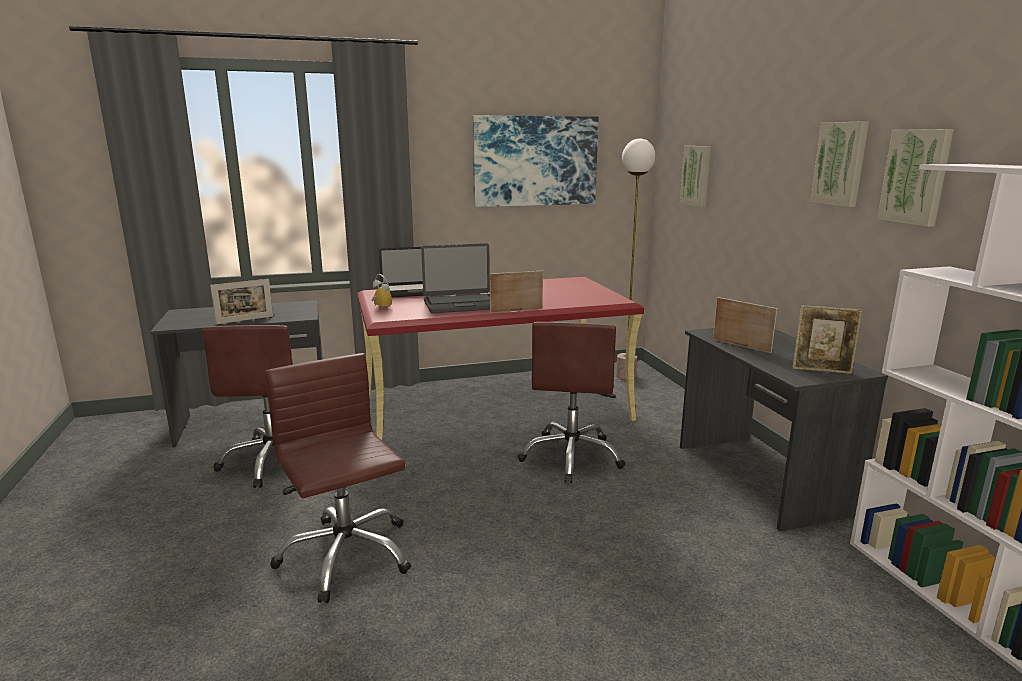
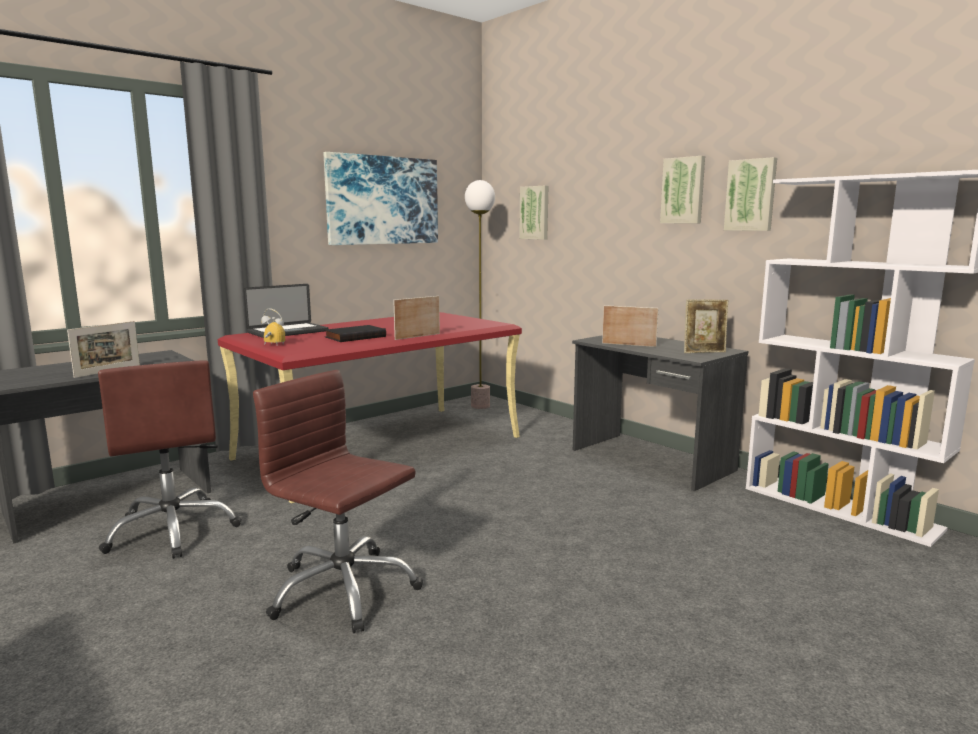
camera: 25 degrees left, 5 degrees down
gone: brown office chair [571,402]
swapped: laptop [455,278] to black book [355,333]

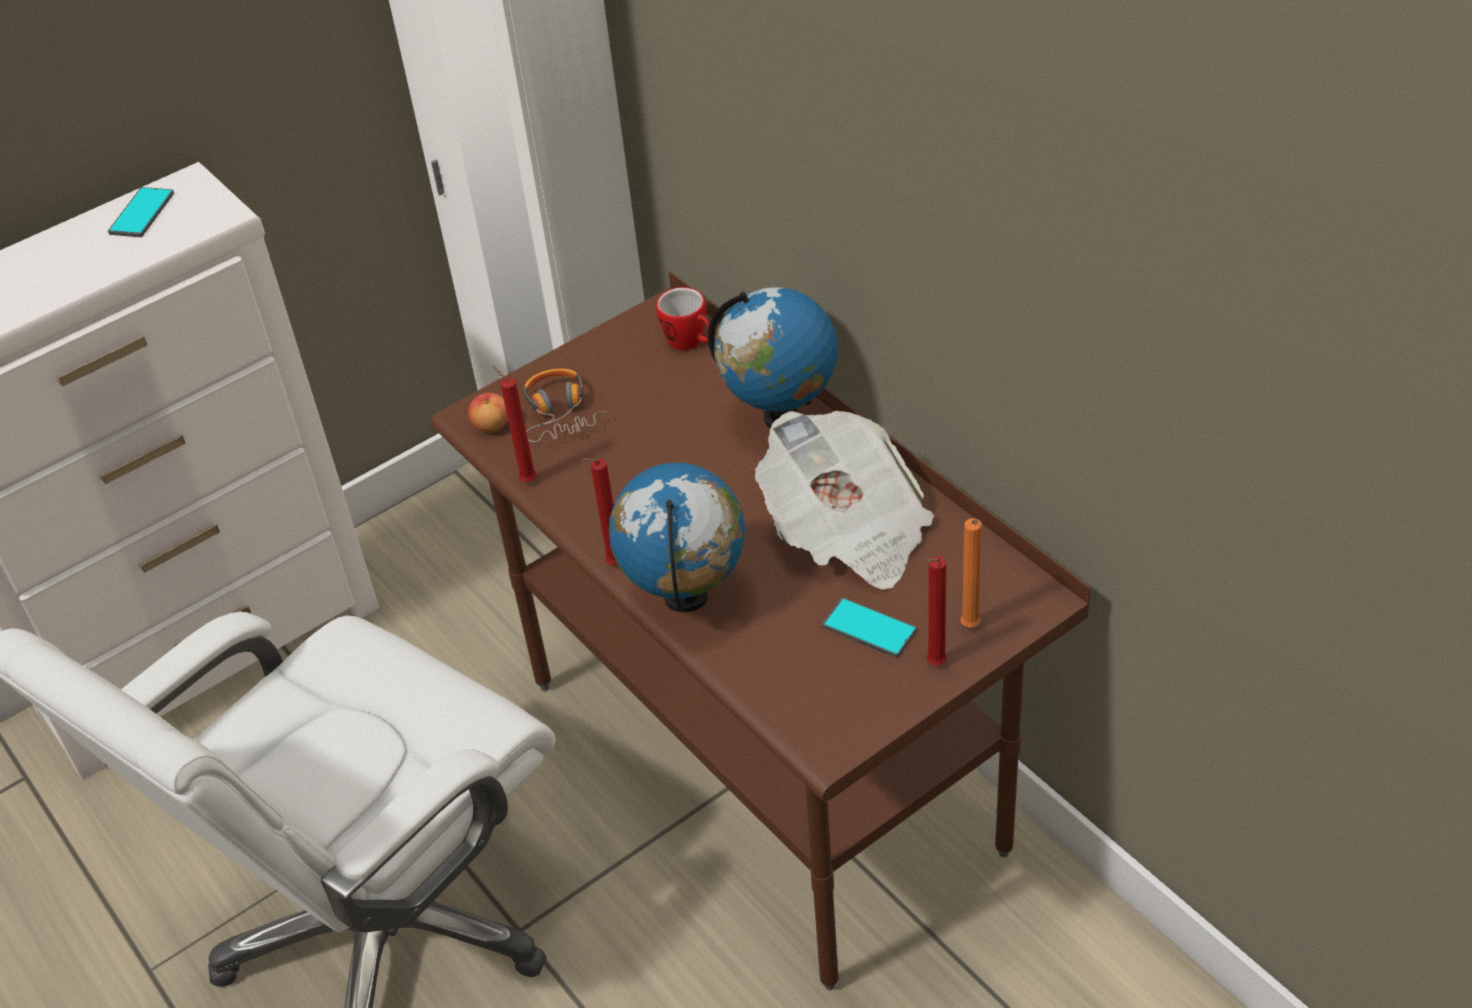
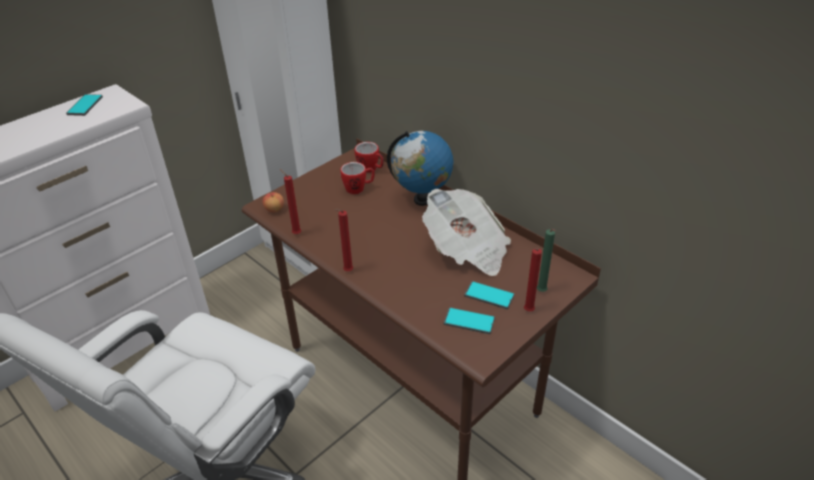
camera: 10 degrees left, 5 degrees down
gone: headphones [565,405]; globe [677,537]
new: mug [357,178]; phone [469,320]
repainted: orange candle [971,573] to green candle [546,260]

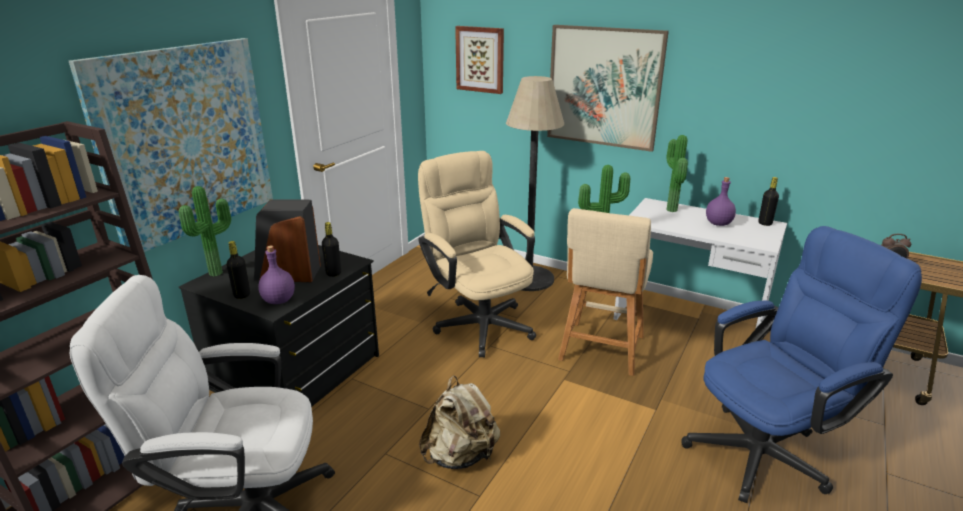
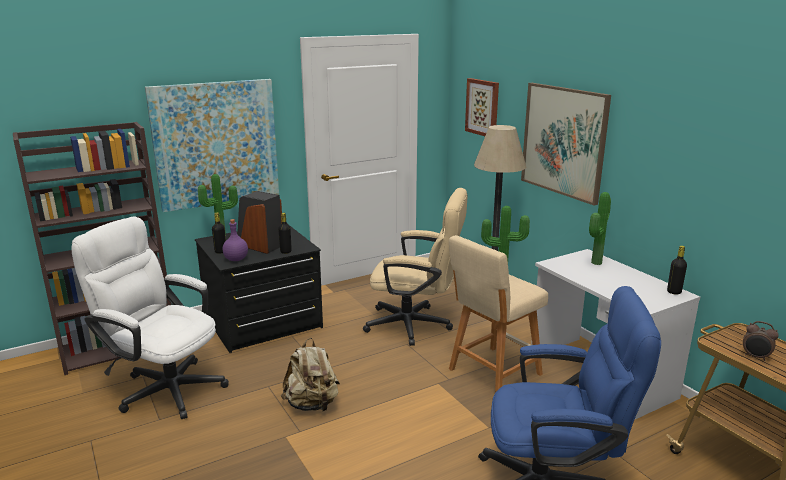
camera: 30 degrees right, 5 degrees down
gone: purple bottle [721,201]
rotated: beige office chair [477,254] = [415,267] 105 degrees clockwise

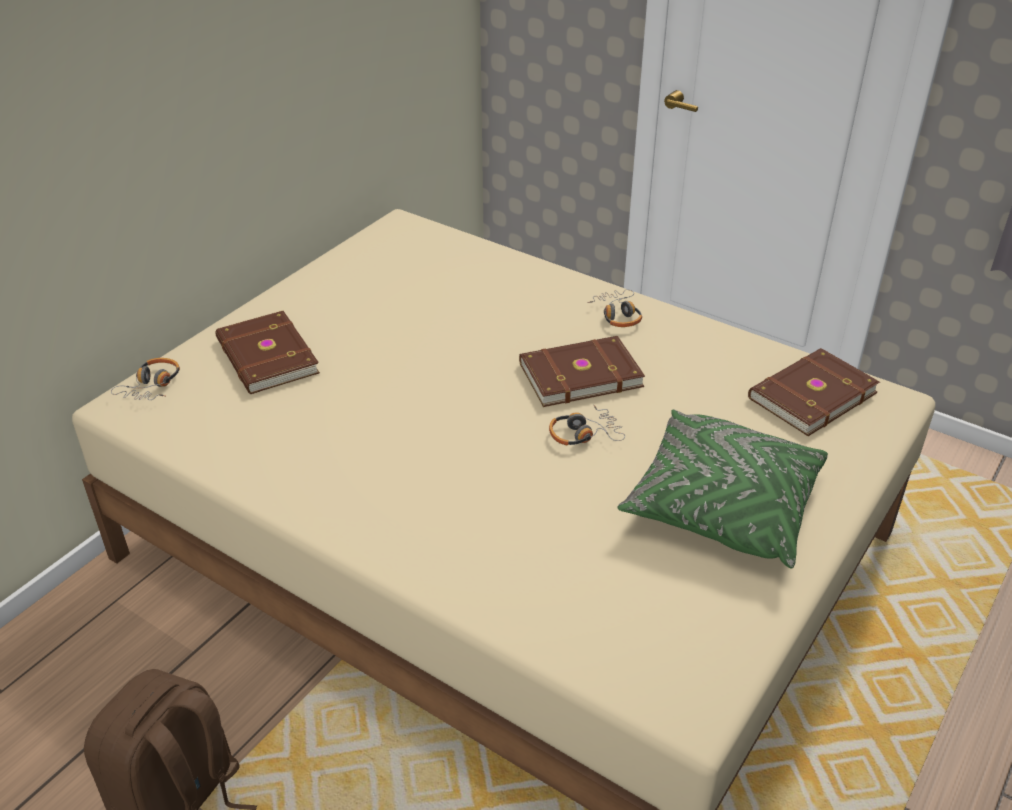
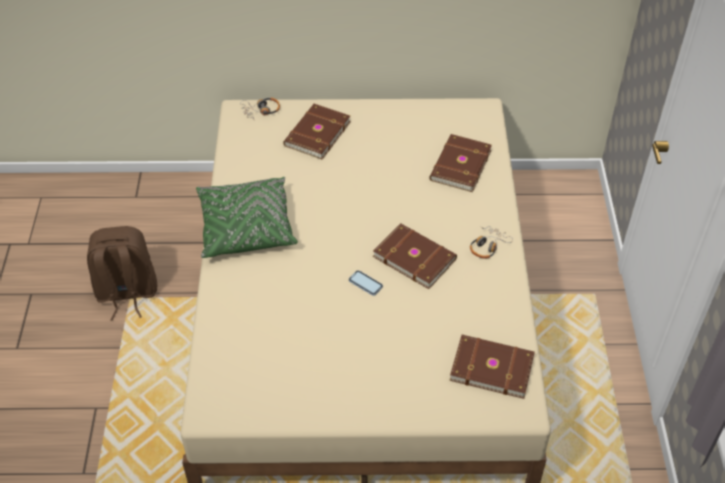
camera: 55 degrees right, 10 degrees up
new: brown book [460,163]
shifted: green pillow [723,488] to [247,217]
swapped: headphones [587,425] to phone [366,283]

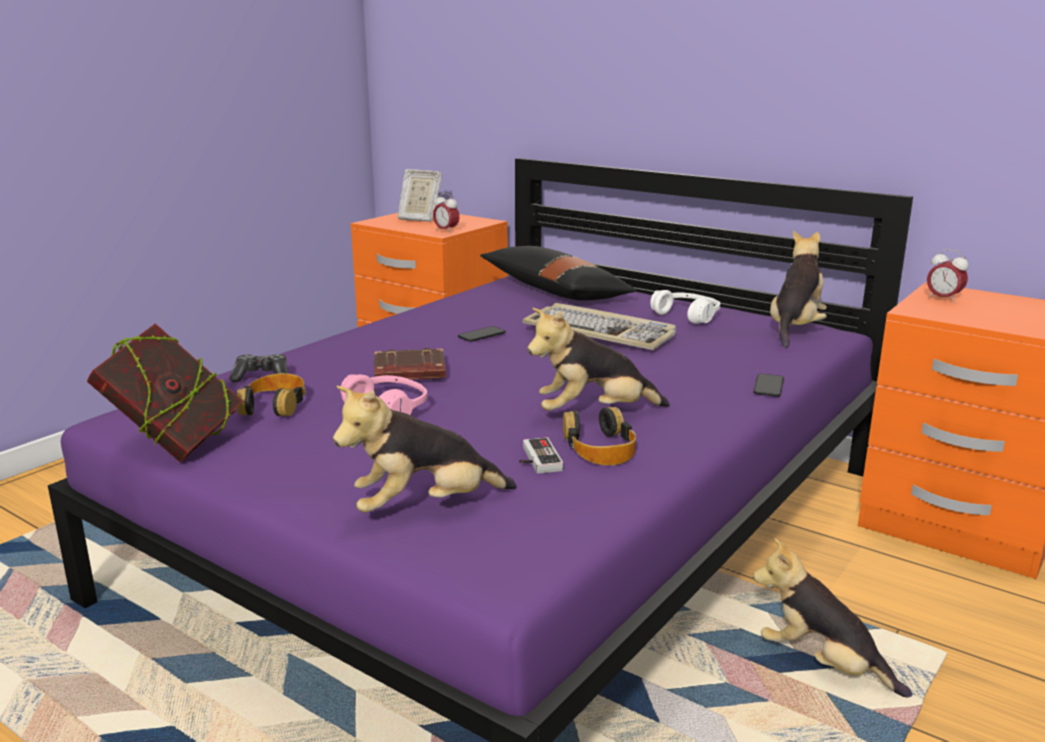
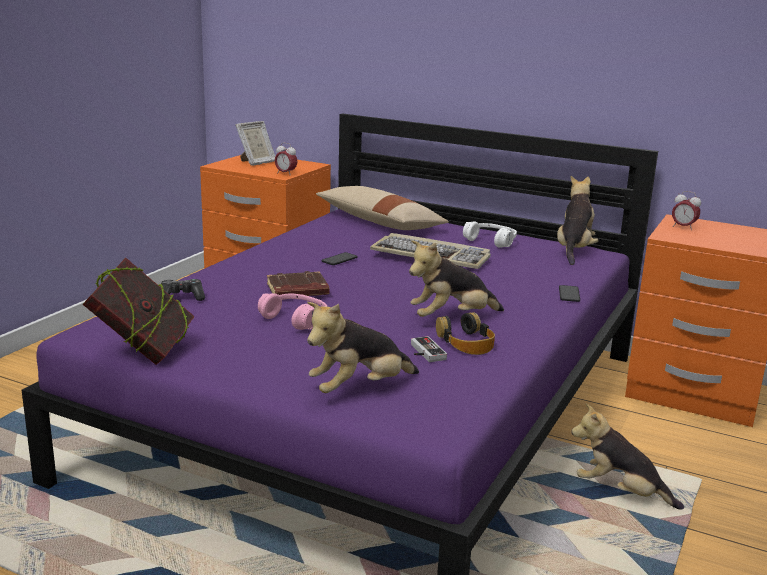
camera: 10 degrees left, 0 degrees up
gone: headphones [271,394]
repainted: black pillow [558,273] to beige pillow [382,208]
rotated: picture frame [420,195] = [255,143] 60 degrees counterclockwise

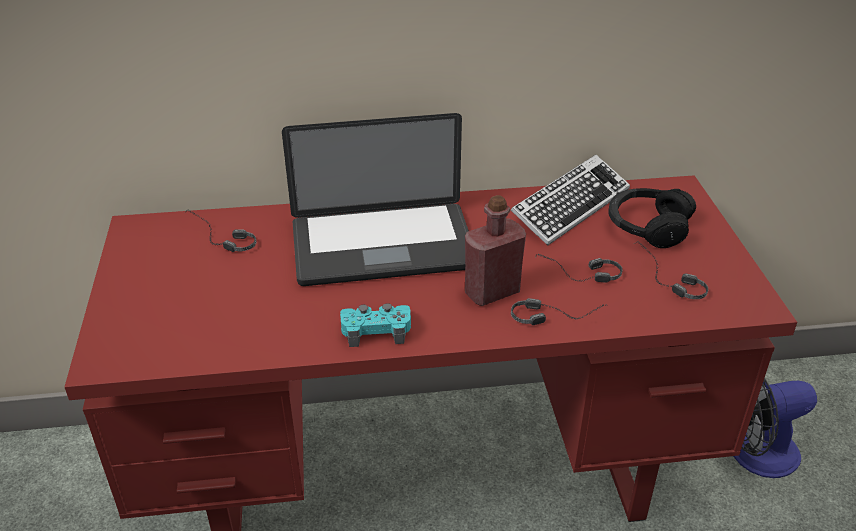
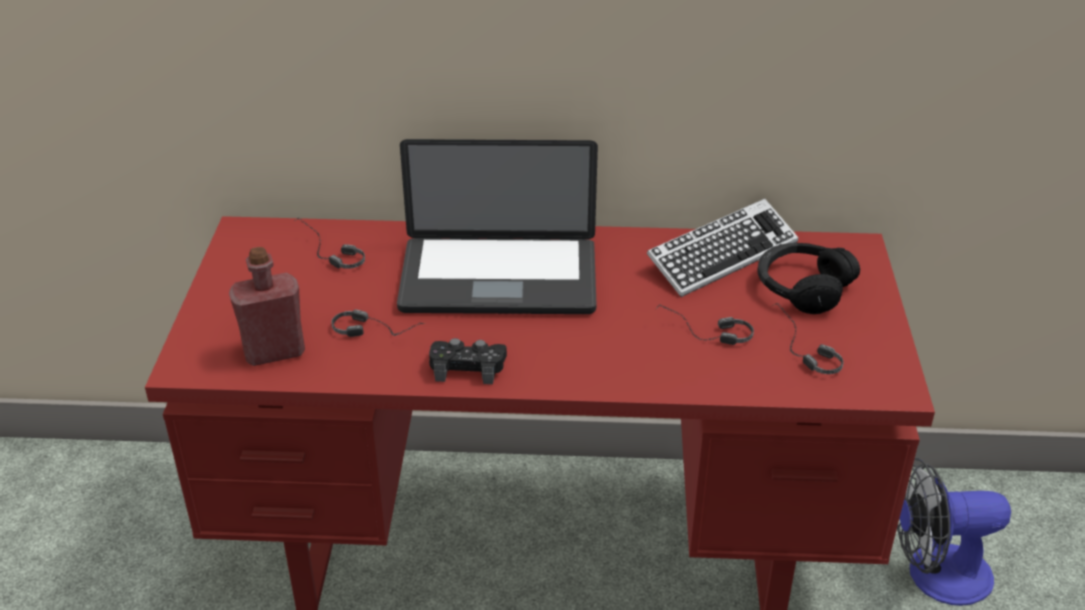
camera: 10 degrees right, 0 degrees up
shifted: red bottle [495,250] to [267,306]; headphones [558,311] to [377,323]
repainted: turquoise game controller [375,325] to black game controller [468,361]

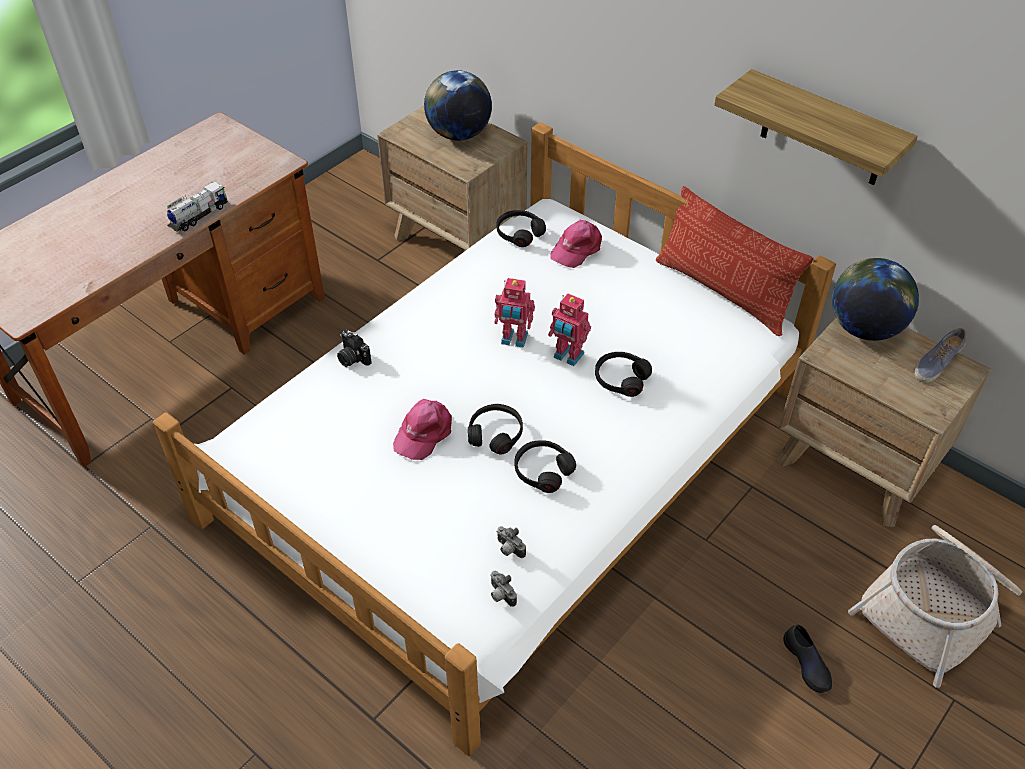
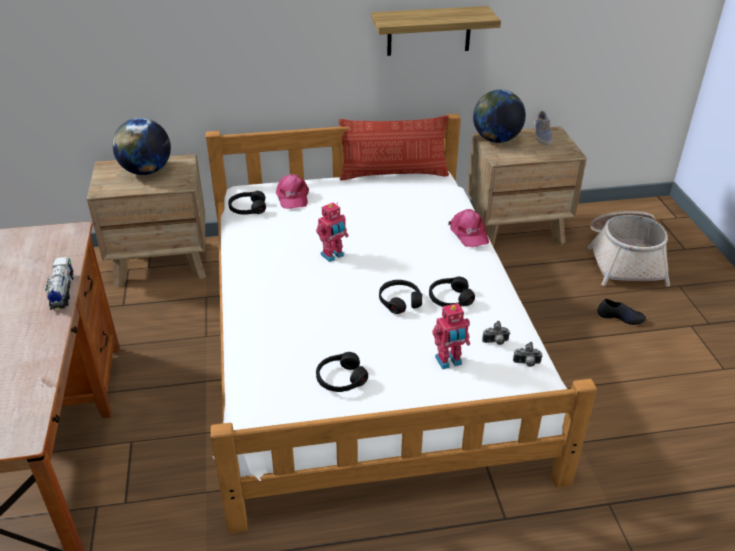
camera: 50 degrees left, 10 degrees down
gone: photo camera [354,348]
shifted: pink cap [422,429] to [468,228]; toy robot [569,329] to [451,336]; black headphones [623,374] to [342,372]

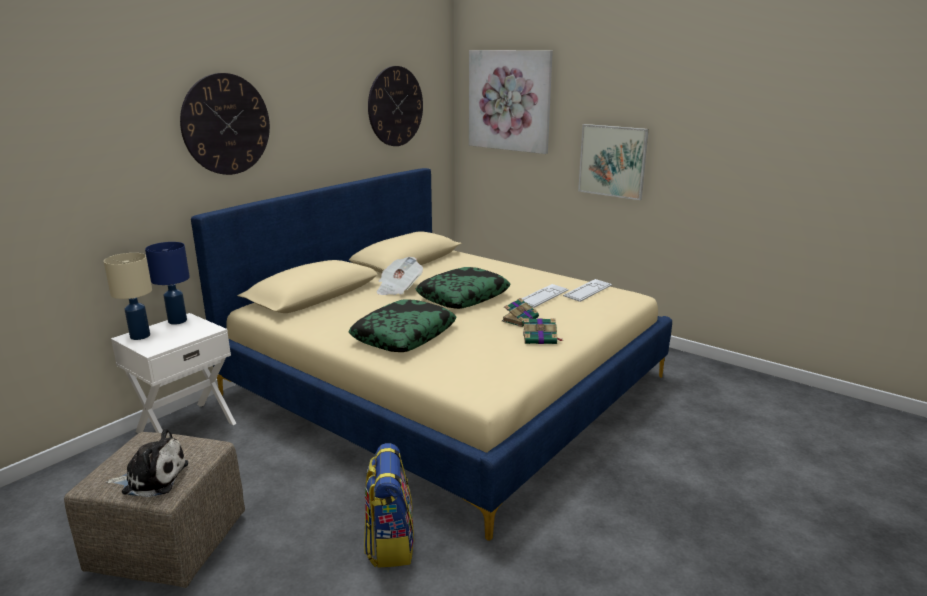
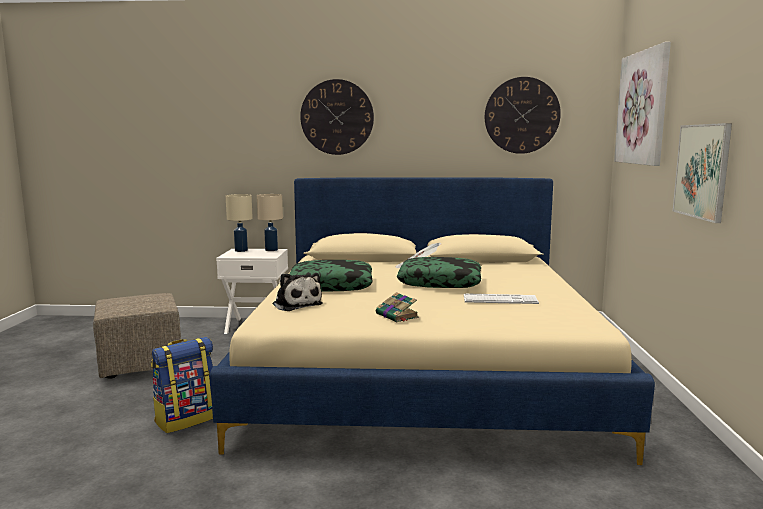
camera: 55 degrees right, 10 degrees down
gone: book [520,312]; keyboard [587,290]
shifted: plush toy [147,463] to [298,292]
repainted: blue table lamp [167,283] to beige table lamp [270,222]

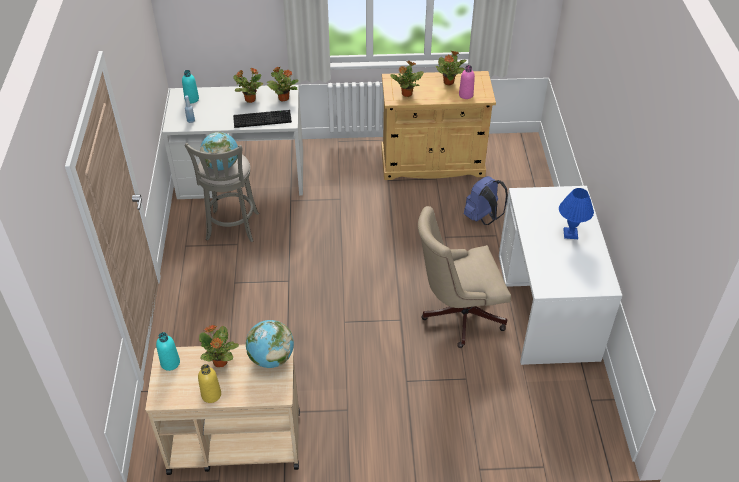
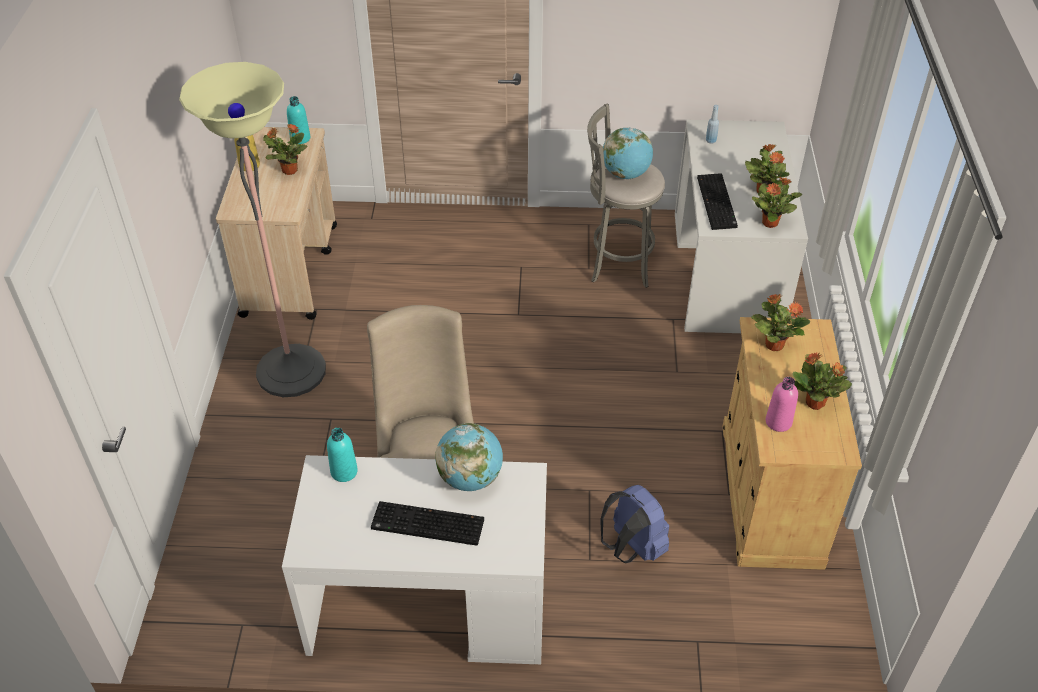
camera: 95 degrees right, 0 degrees up
new: floor lamp [252,229]
shifted: turquoise bottle [190,86] to [342,454]; globe [270,344] to [469,457]
swapped: blue table lamp [576,213] to keyboard [427,523]

